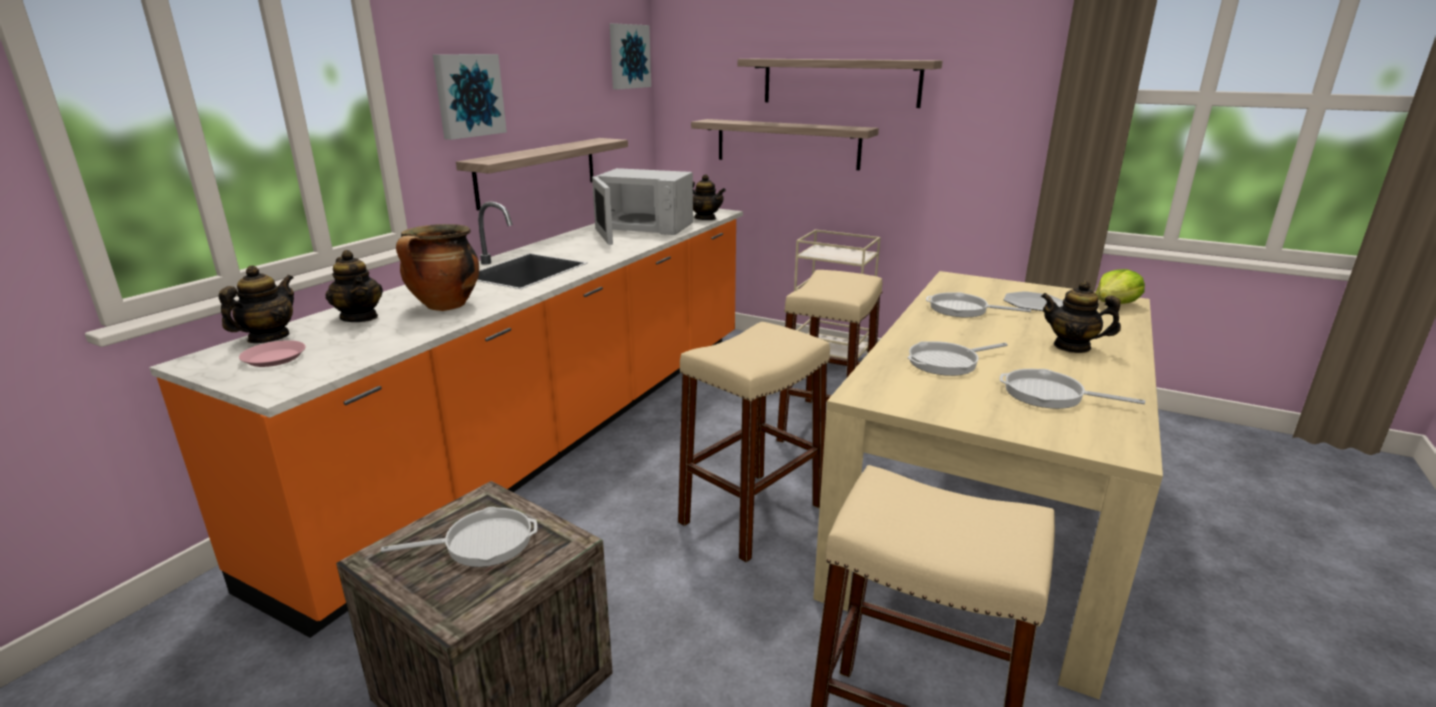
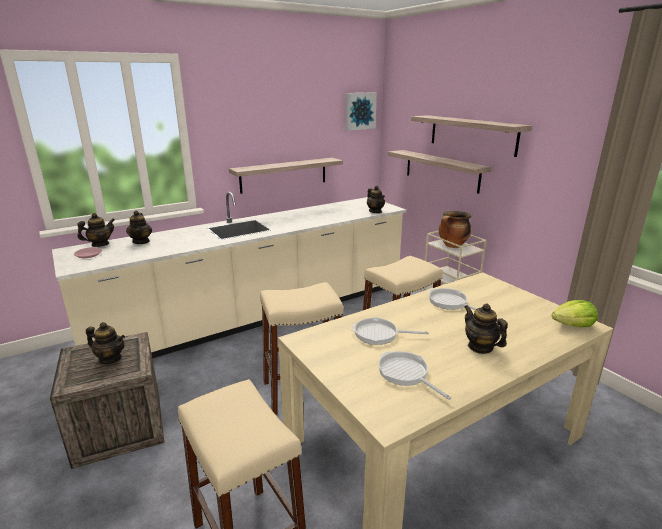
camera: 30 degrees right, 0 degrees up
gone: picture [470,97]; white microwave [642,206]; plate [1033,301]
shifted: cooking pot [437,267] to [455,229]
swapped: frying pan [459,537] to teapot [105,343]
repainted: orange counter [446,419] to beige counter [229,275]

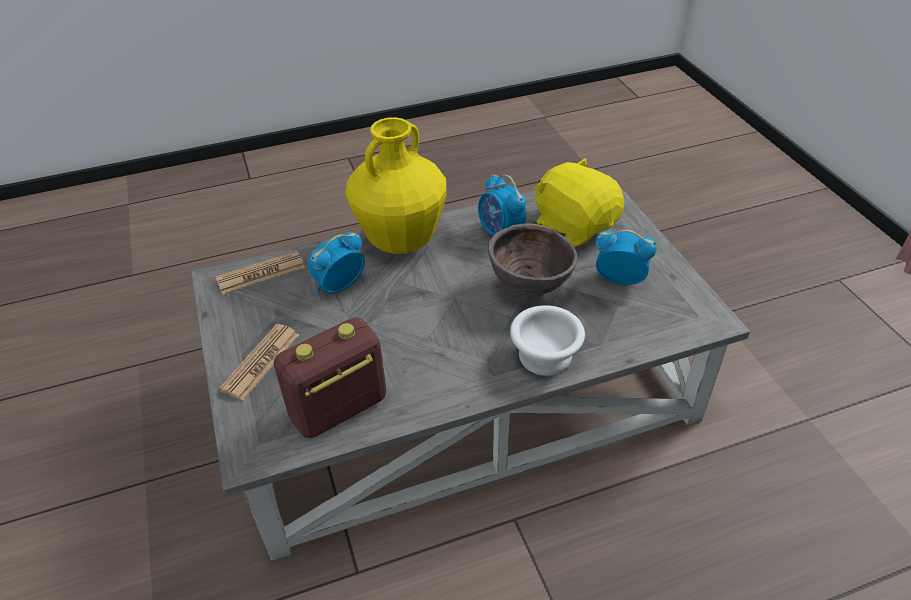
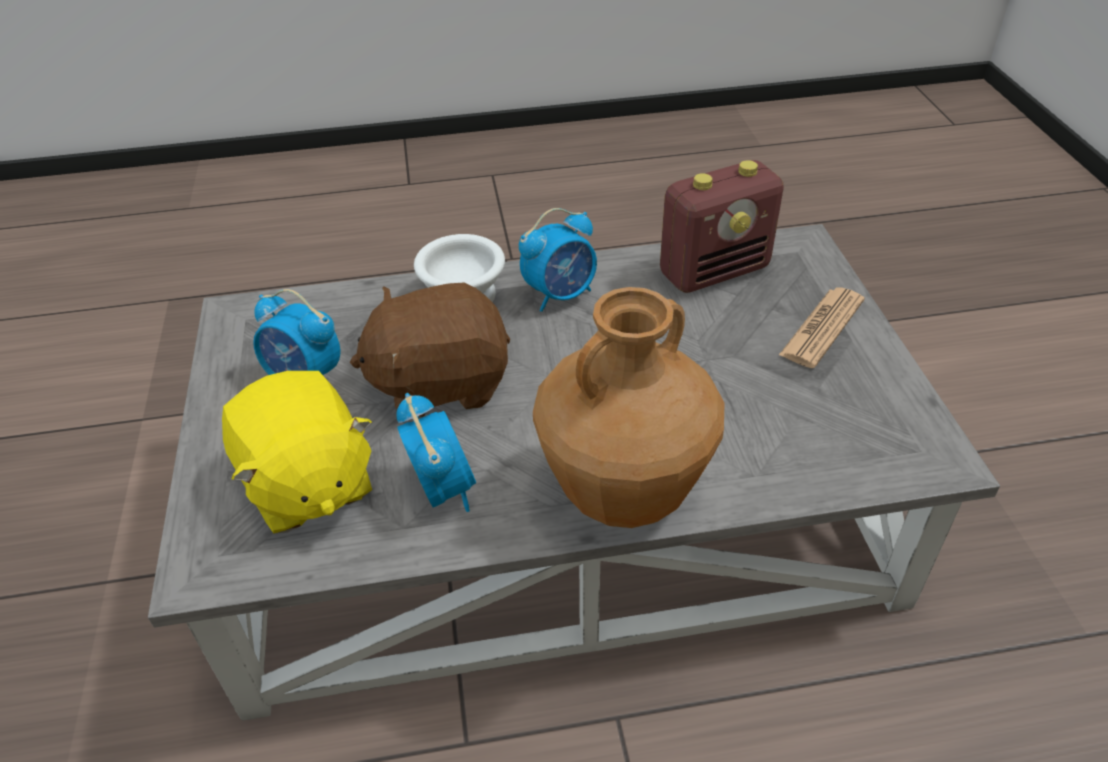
camera: 170 degrees left, 0 degrees up
gone: newspaper [260,273]
shifted: alarm clock [336,263] to [558,260]
swapped: brown bowl [533,260] to brown plush toy [430,350]
repainted: yellow vase [396,185] to brown vase [628,407]

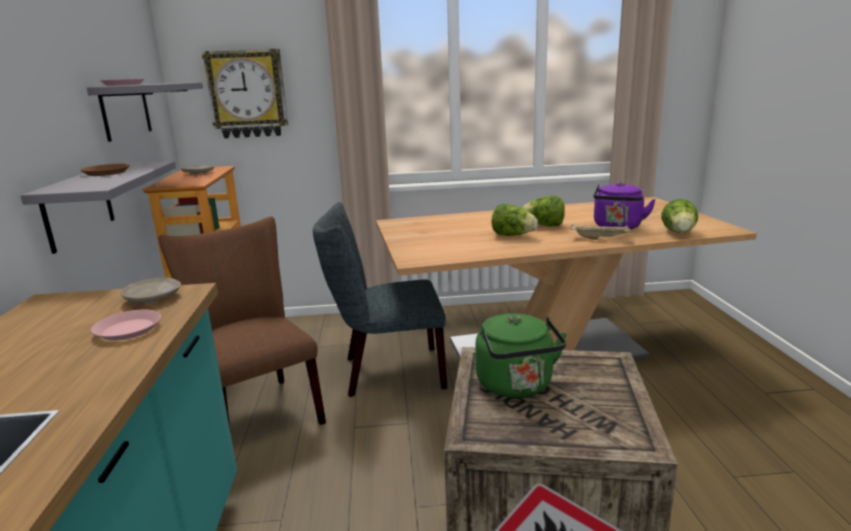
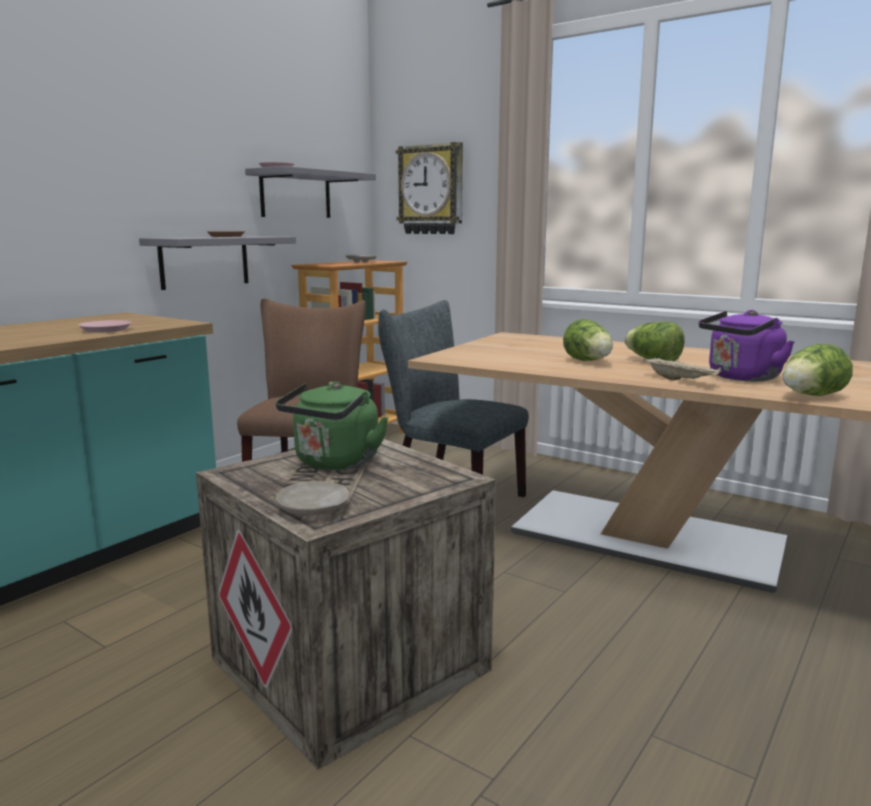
camera: 40 degrees right, 5 degrees down
shifted: beige plate [151,291] to [312,498]

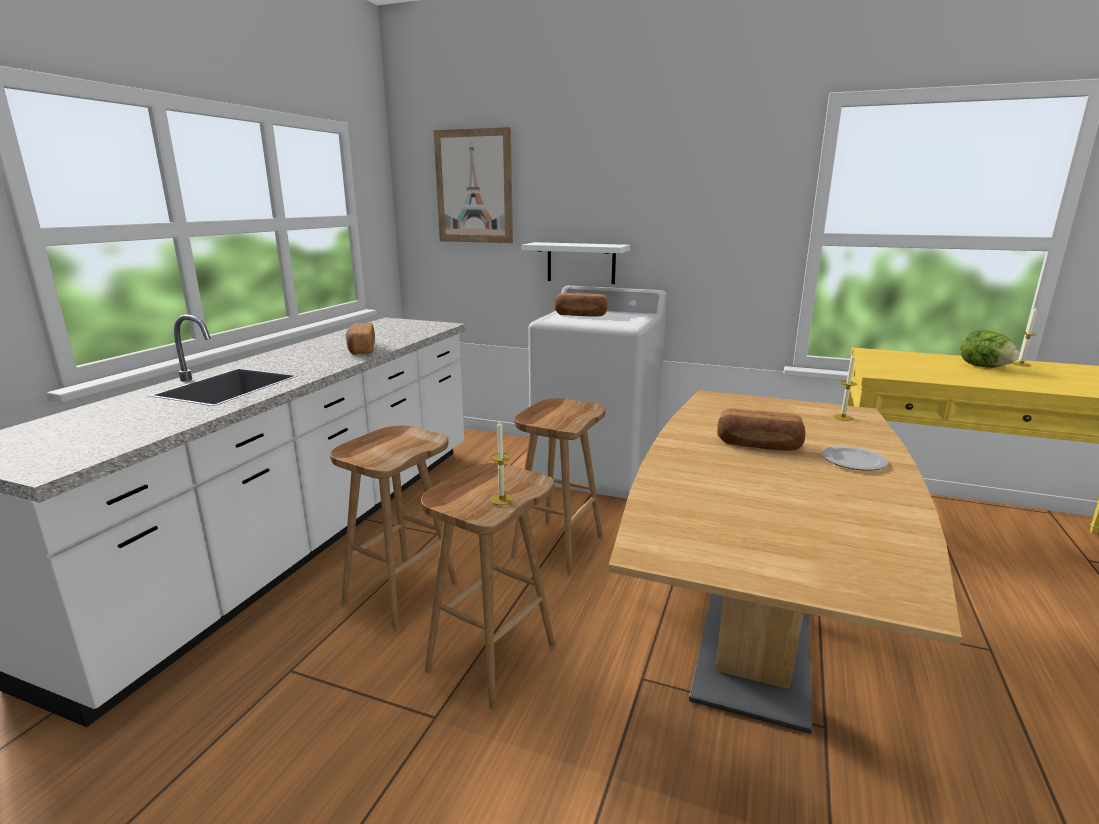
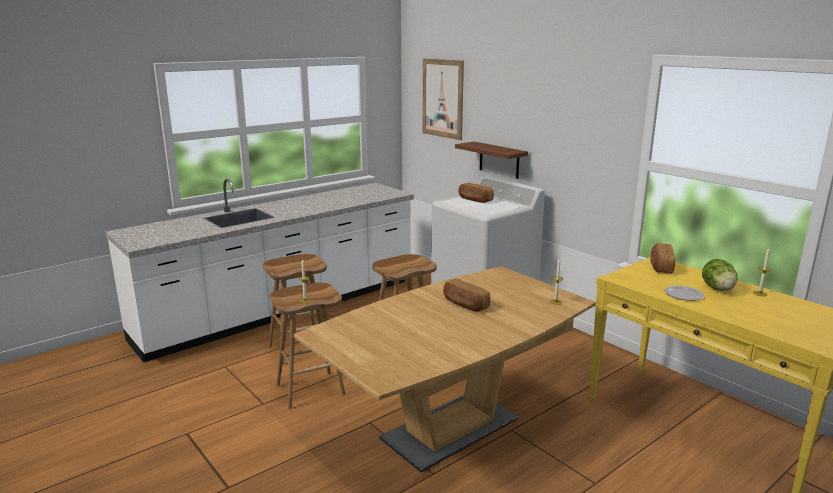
camera: 30 degrees right, 0 degrees up
shifted: bread [360,338] to [662,258]; plate [855,458] to [684,293]
repainted: white shelf [576,263] to brown shelf [491,160]

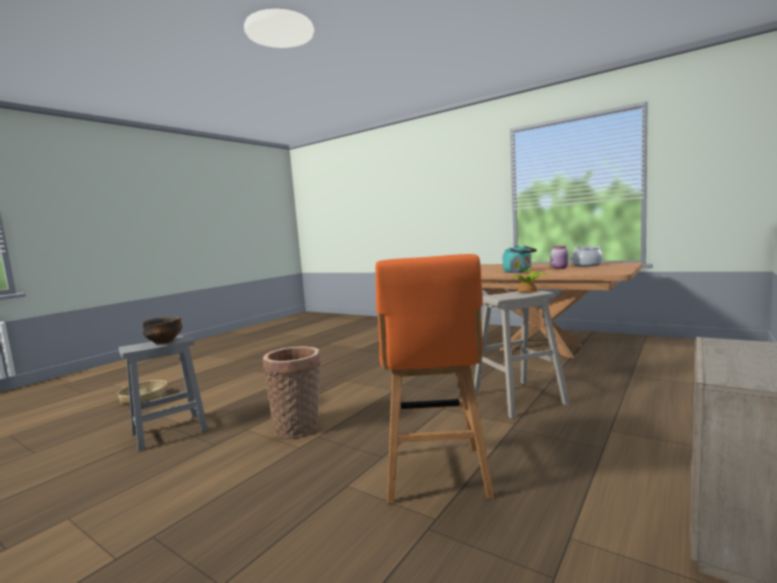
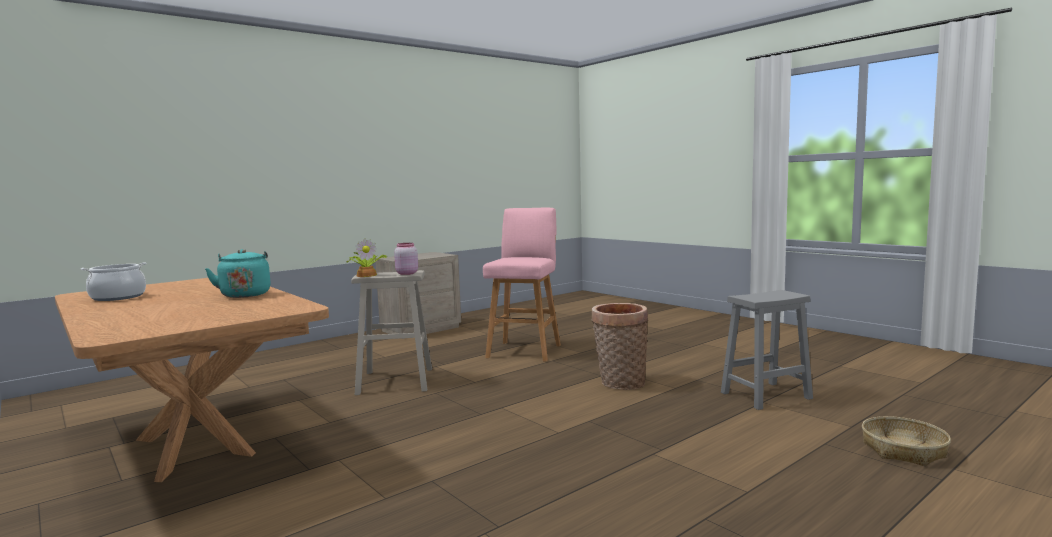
camera: 165 degrees left, 0 degrees up
gone: bowl [161,330]
shifted: pink jar [559,257] to [406,259]
repainted: orange stool [434,379] to pink stool [522,285]

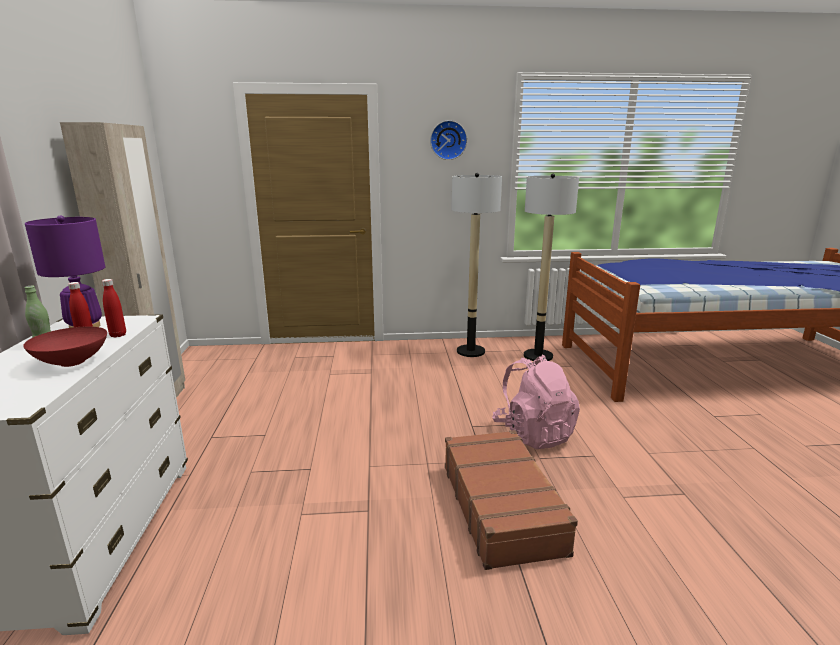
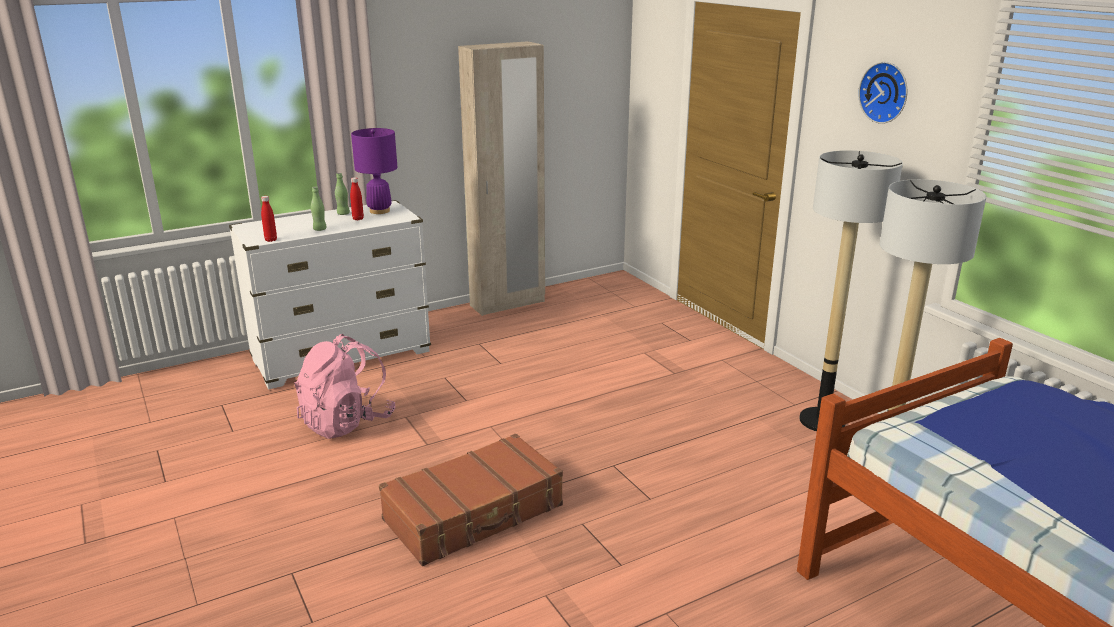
camera: 65 degrees right, 5 degrees up
shifted: red bottle [114,308] to [269,219]; pink backpack [536,402] to [344,386]
swapped: red bowl [65,346] to green bottle [319,208]

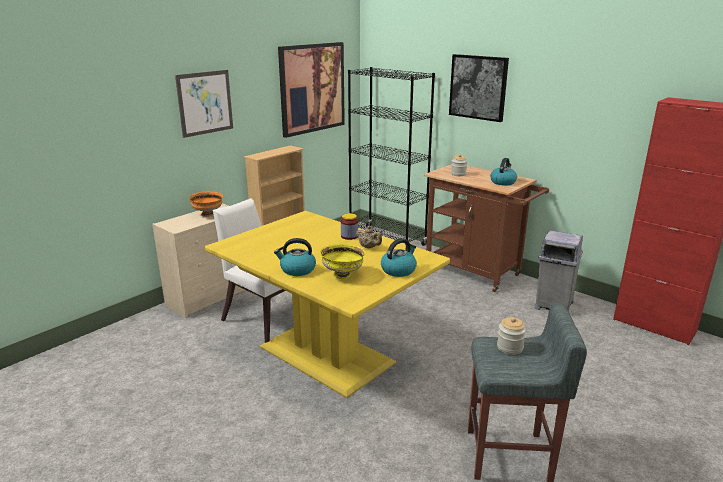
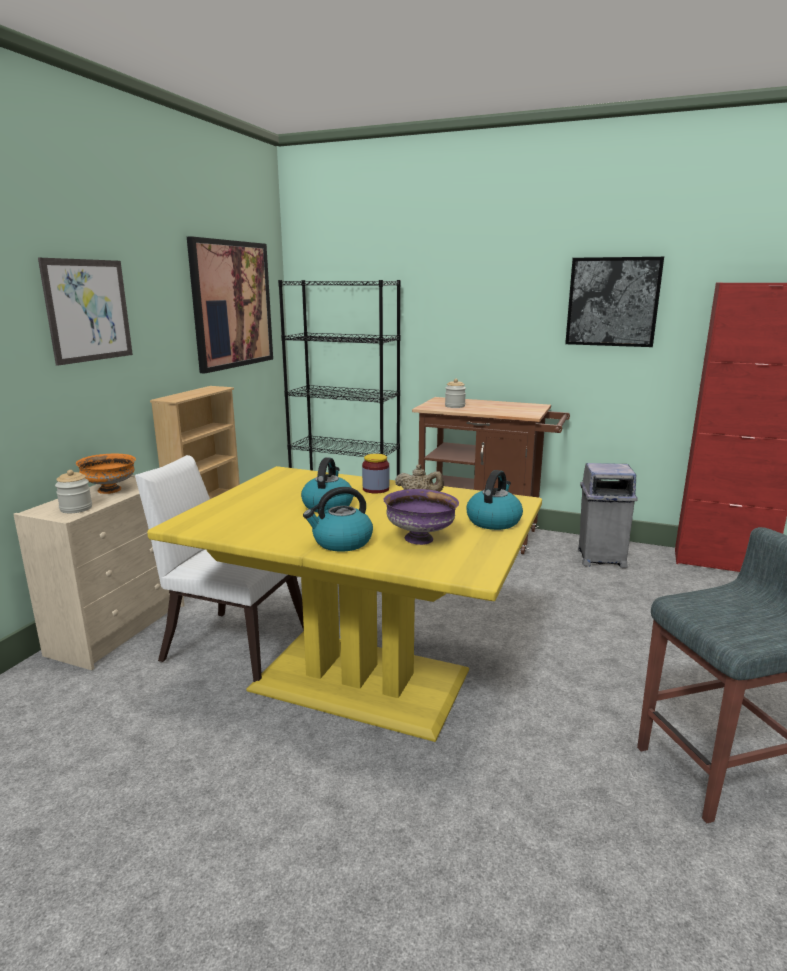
camera: 20 degrees left, 5 degrees down
shifted: picture [479,88] to [614,302]; kettle [503,171] to [327,484]; jar [511,336] to [73,491]
repainted: yellow bowl [343,261] to purple bowl [421,517]

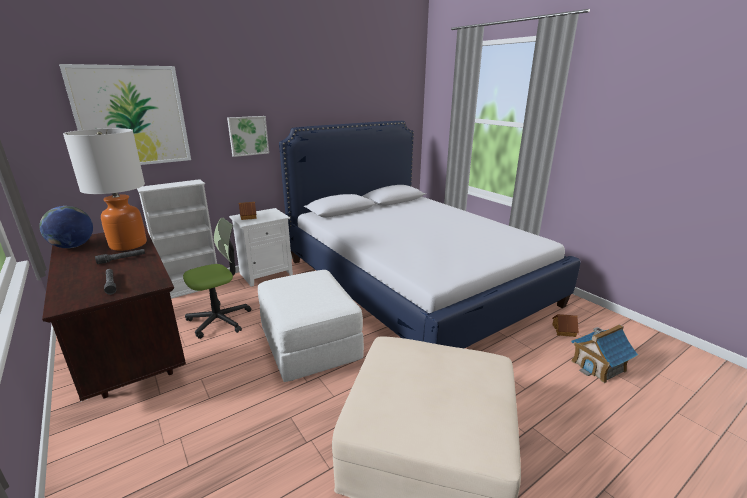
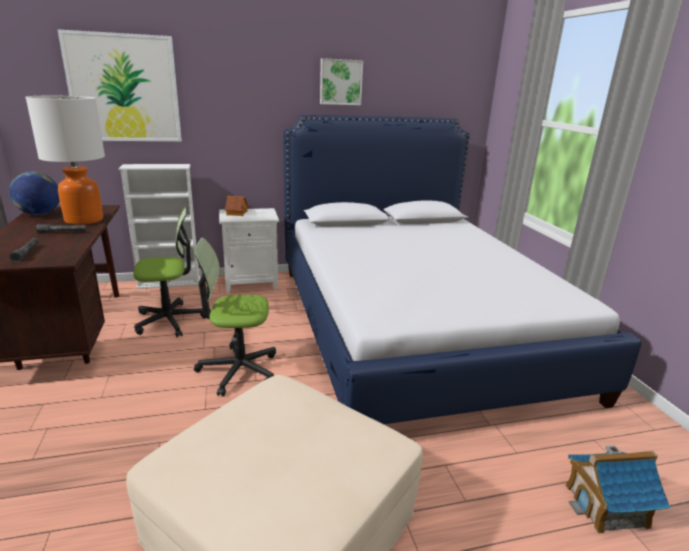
camera: 20 degrees right, 0 degrees up
gone: toy house [565,325]
shifted: picture [248,136] to [341,81]
swapped: white ottoman [311,326] to office chair [234,317]

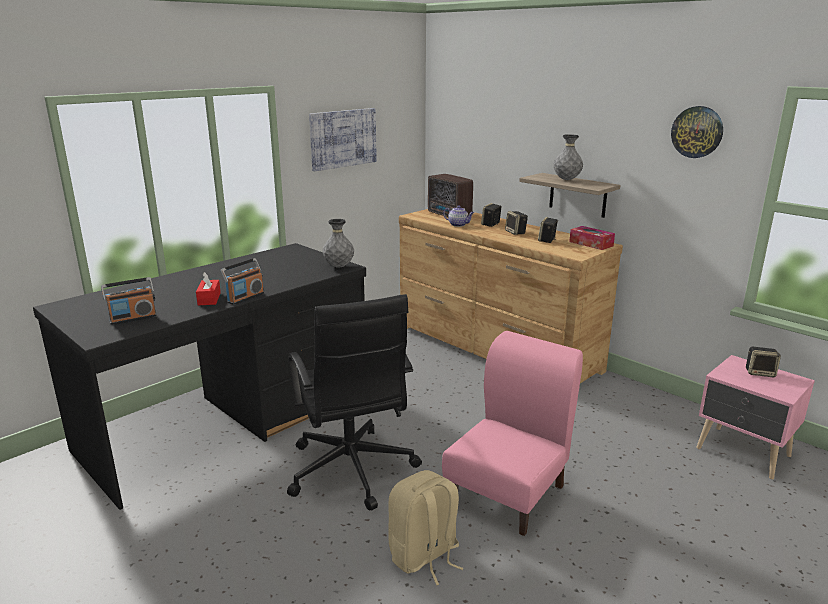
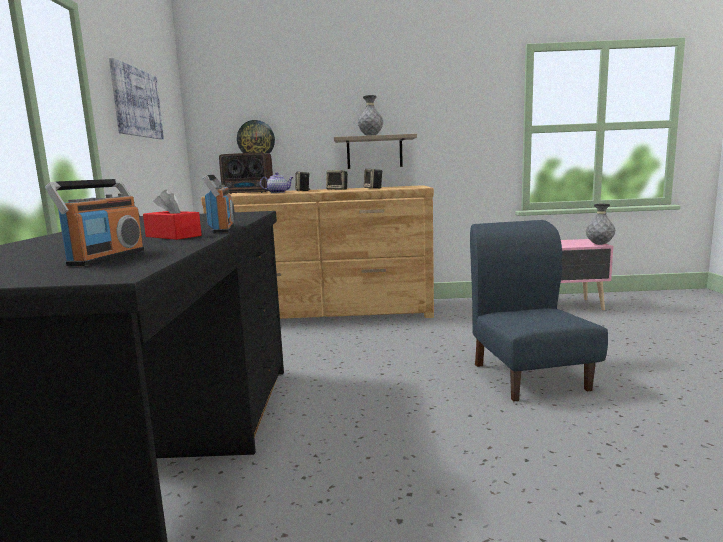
camera: 45 degrees left, 10 degrees down
gone: black office chair [354,402]; beige backpack [426,527]; tissue box [592,238]; speaker [763,362]
shifted: grey vase [338,243] to [600,224]; wall clock [697,132] to [256,136]
repainted: pink chair [512,433] to blue chair [539,311]

